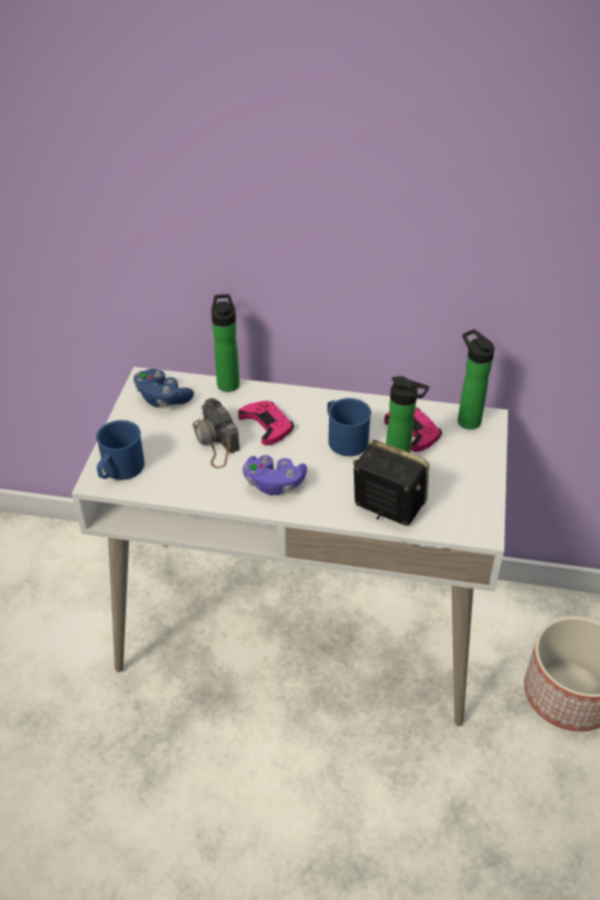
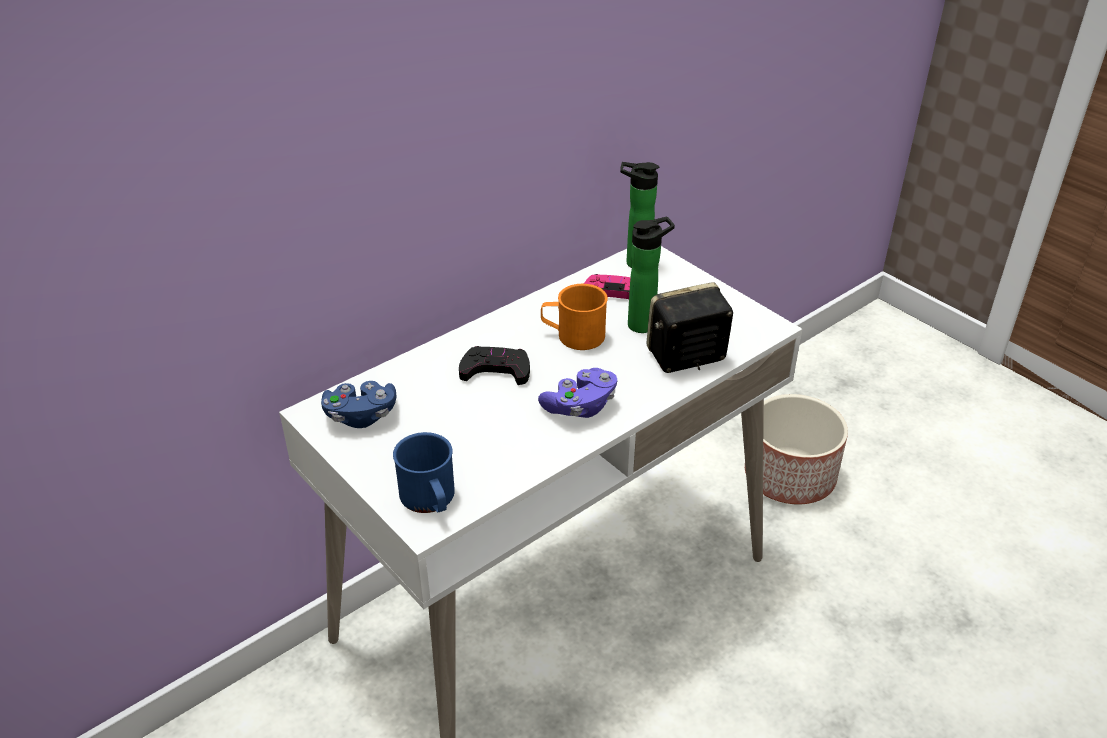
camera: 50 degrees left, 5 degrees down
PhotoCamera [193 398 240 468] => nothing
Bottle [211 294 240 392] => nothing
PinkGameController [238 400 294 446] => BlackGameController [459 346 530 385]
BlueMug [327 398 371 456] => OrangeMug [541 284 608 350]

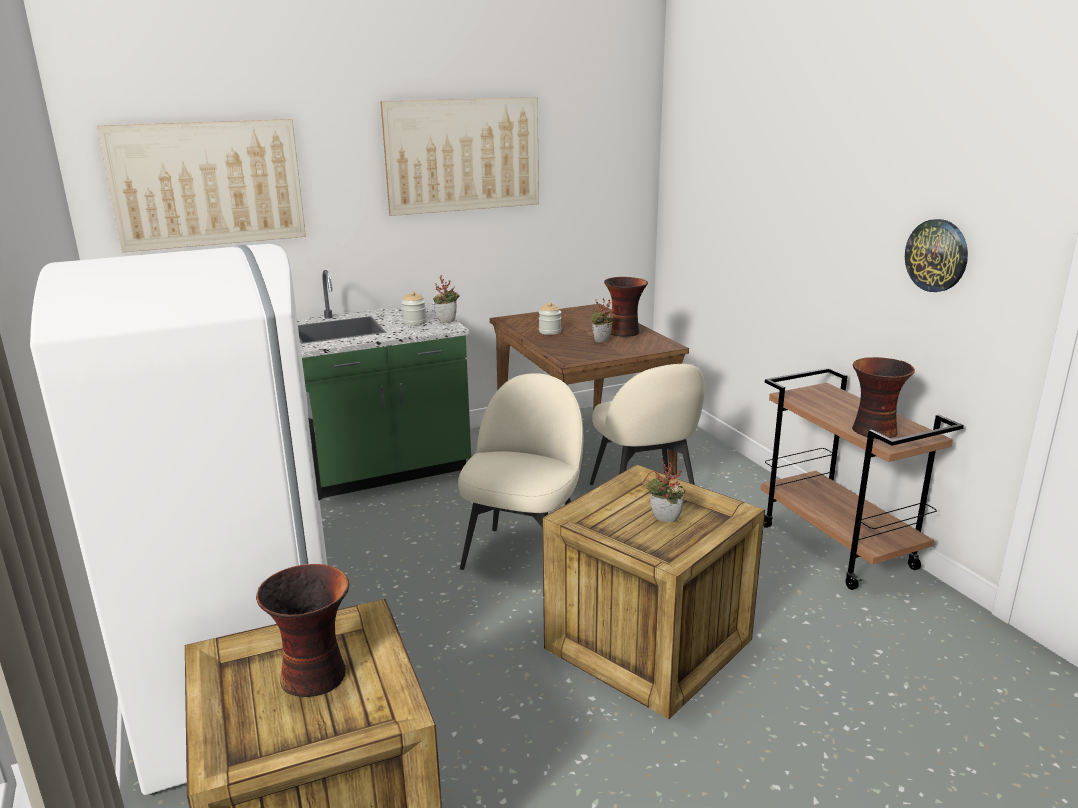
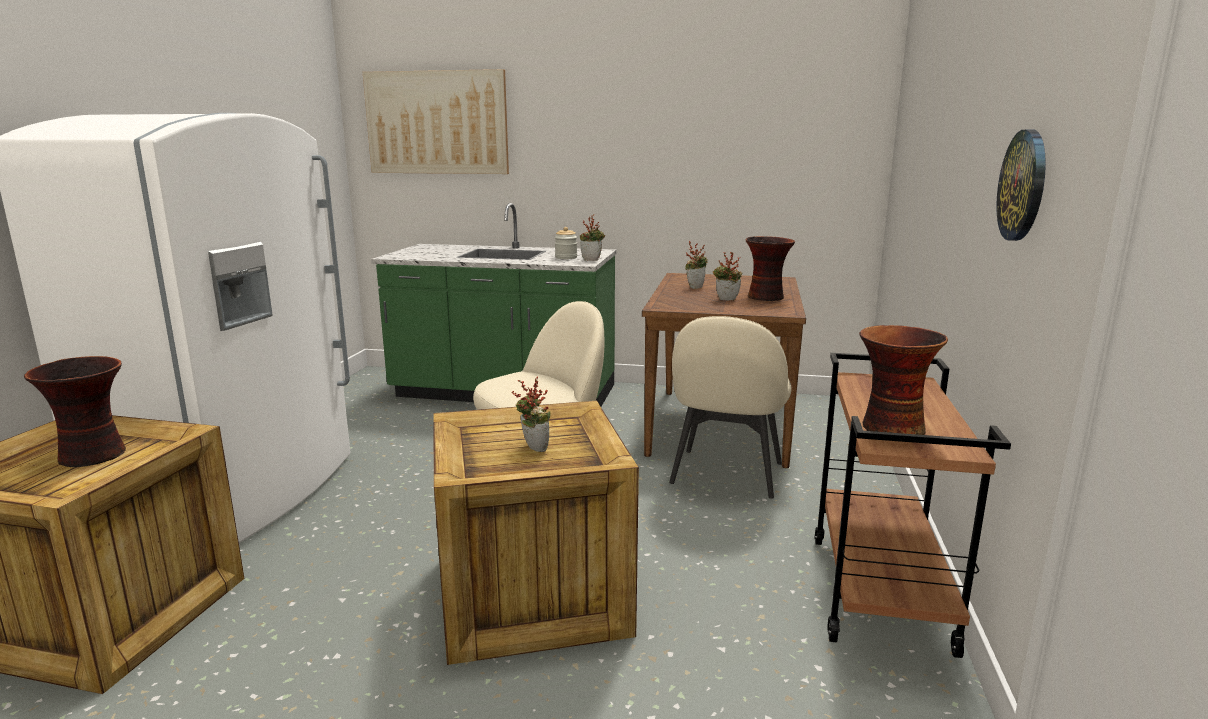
camera: 35 degrees right, 5 degrees down
Picture [381 97 539 216] => nothing
Jar [539 302 561 335] => PottedPlant [685 241 708 289]

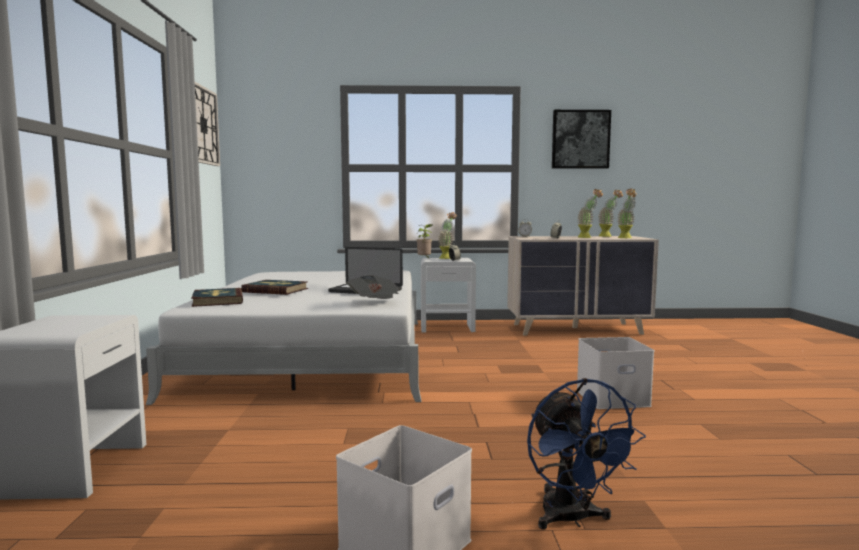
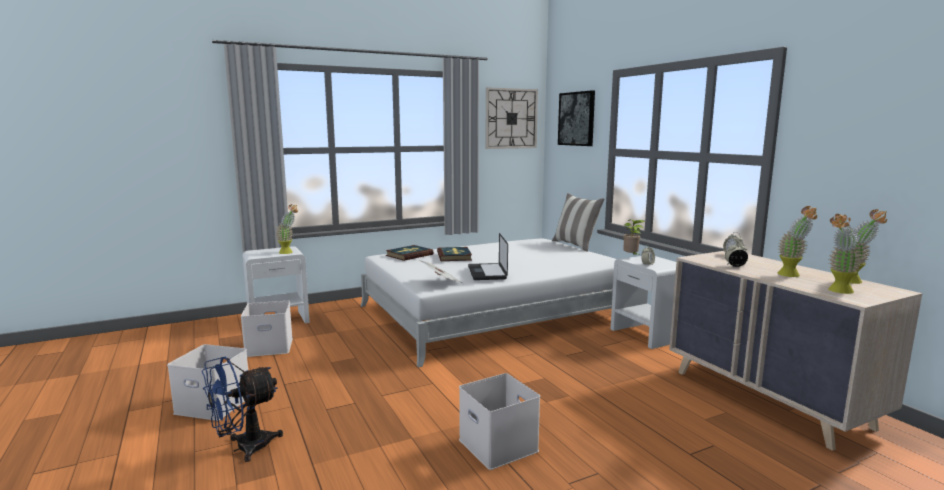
camera: 65 degrees right, 5 degrees up
nothing => WhiteStorageBox [241 301 293 357]
nothing => Pillow [552 193 604 252]
PottedPlant [438 212 457 259] => PottedPlant [276 204 298 254], moved
Picture [552 110 611 169] => Picture [558 90 595 146], moved

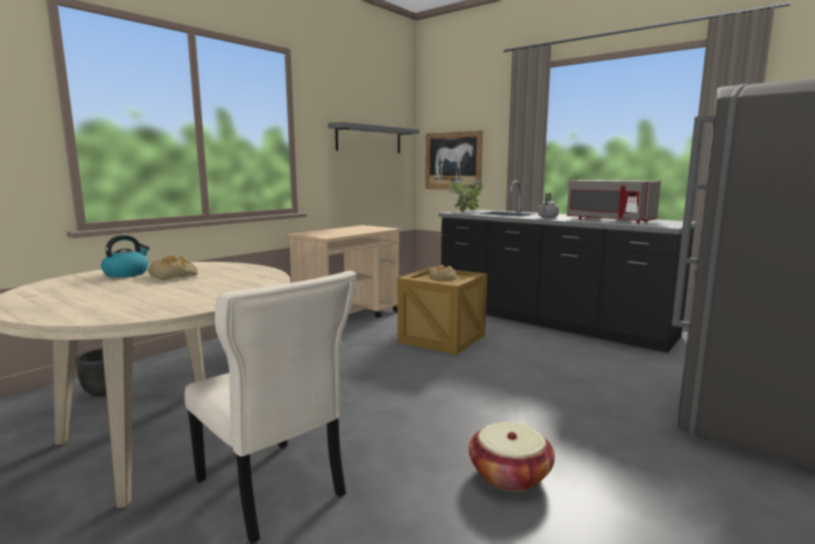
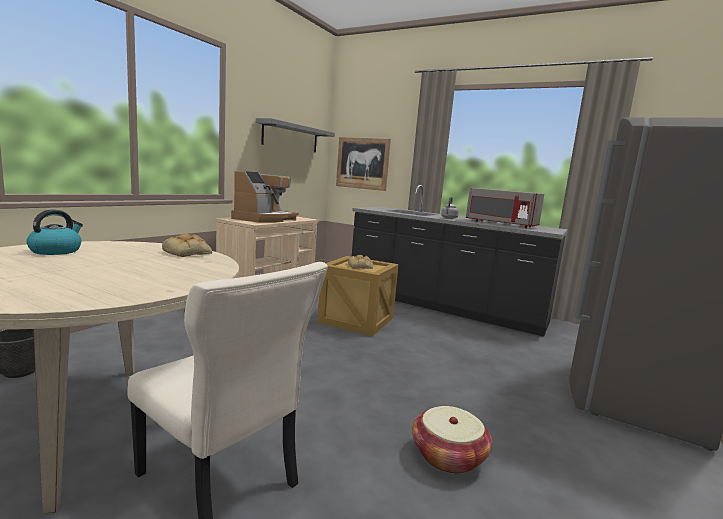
camera: 10 degrees left, 0 degrees up
PottedPlant [448 179 483 212] => nothing
nothing => CoffeeMachine [231 171 299 223]
Bread [148 256 198 280] => Bread [162 234 212 257], moved

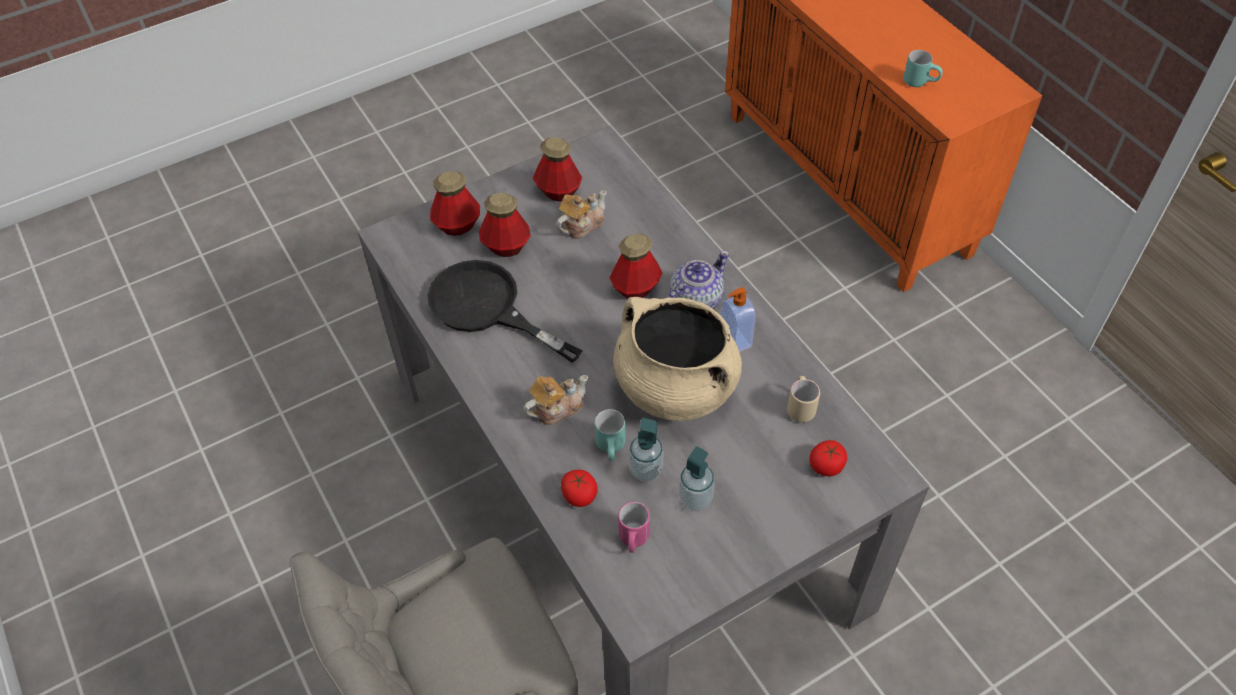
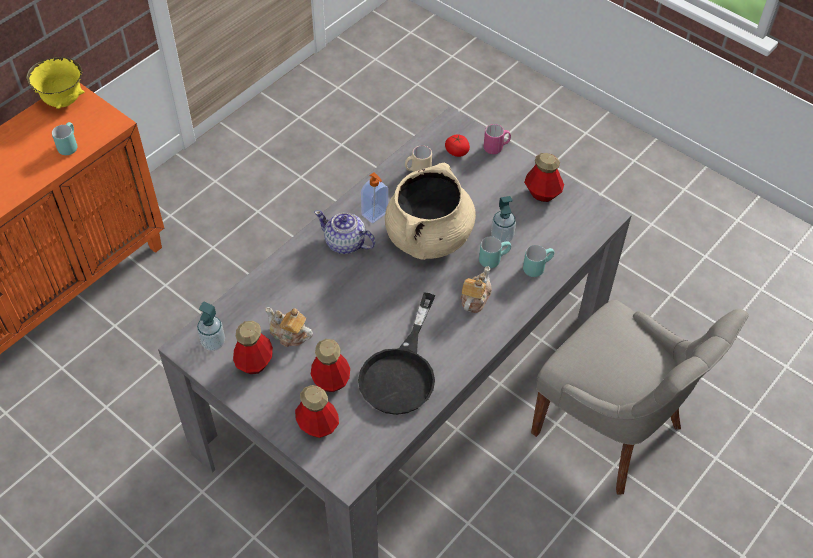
camera: 110 degrees left, 0 degrees up
nothing => YellowBowl [26 57 85 109]
Bottle [610 234 662 299] => Bottle [524 153 564 202], moved
PinkMug [618 502 650 553] => PinkMug [484 124 511 154], moved
SoapDispenser [679 446 715 510] => SoapDispenser [197 302 225 351], moved
Tomato [561 470 598 507] => TurquoiseMug [523 245 554 277]
Teapot [523 375 588 425] => Teapot [460 266 492 313], 75 degrees clockwise

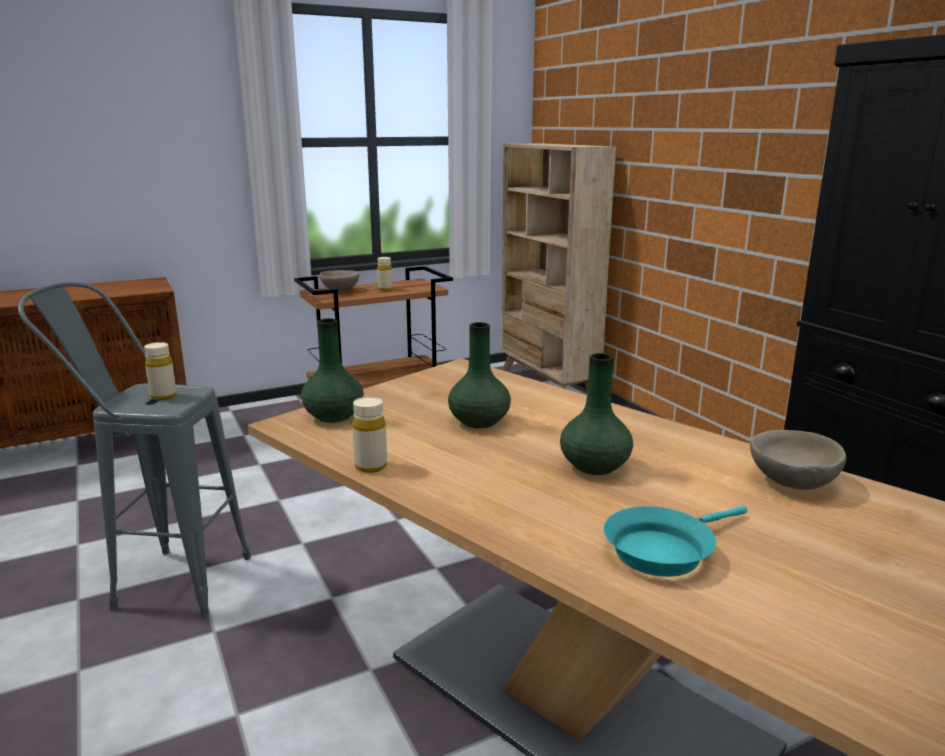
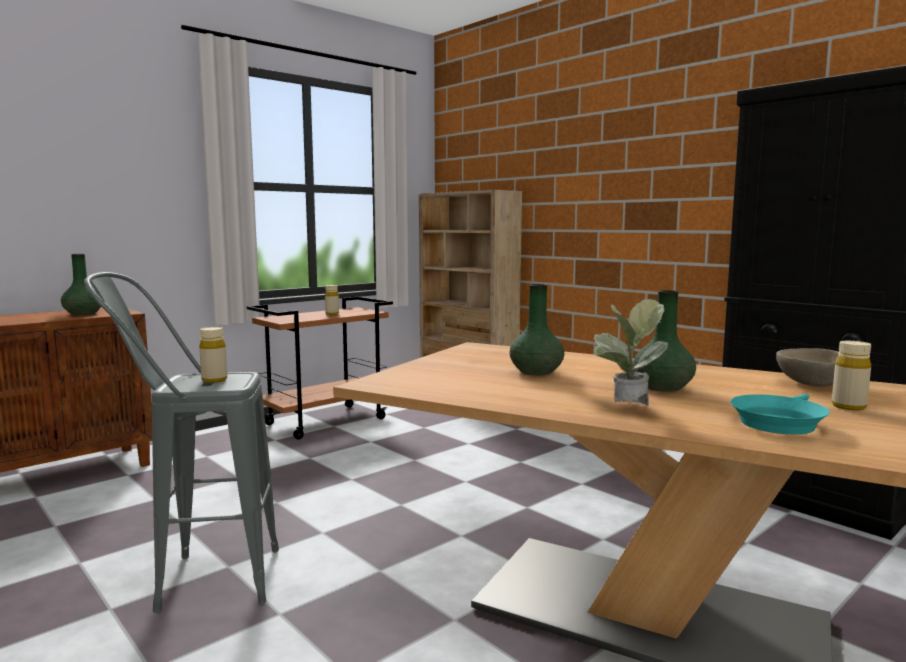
camera: 15 degrees left, 10 degrees down
BeigeBowl [320 270 359 291] => nothing
nothing => PottedPlant [594 299 668 406]
GreenVase [301 318 364 423] => GreenVase [61 254 101 316], moved
BeigeBottle [352 397 387 473] => BeigeBottle [832 341 871 411], moved

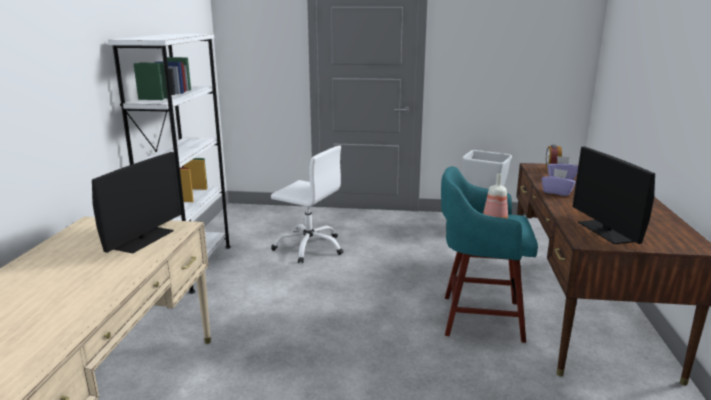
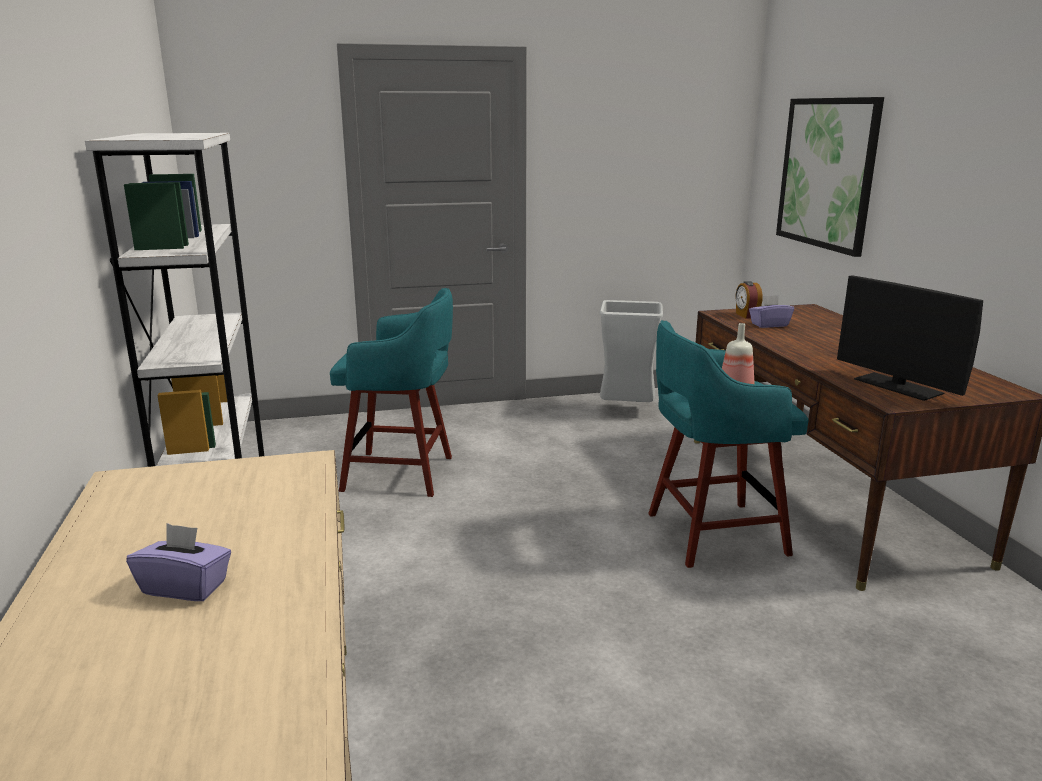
camera: 20 degrees left, 0 degrees up
Monitor [92 152 181 253] => nothing
nothing => Picture [776 97 884 257]
PurpleTissueBox [542 169 576 196] => PurpleTissueBox [126 523 231 601], moved
WhiteOfficeChair [271 146 344 263] => TurquoiseStool [330 288 453 497]

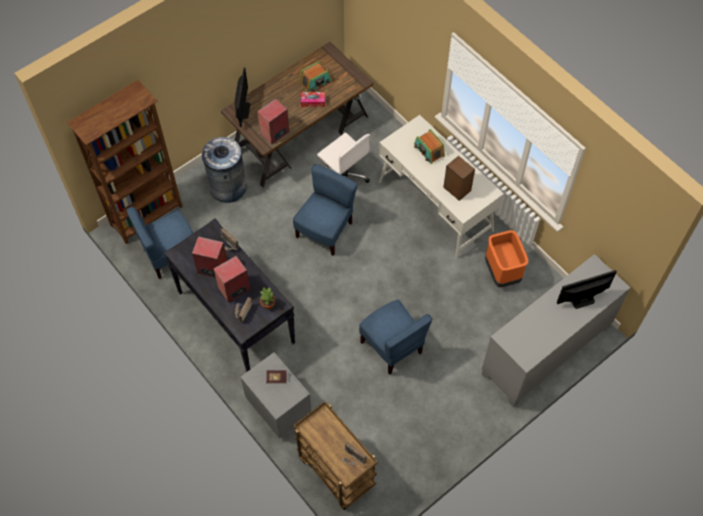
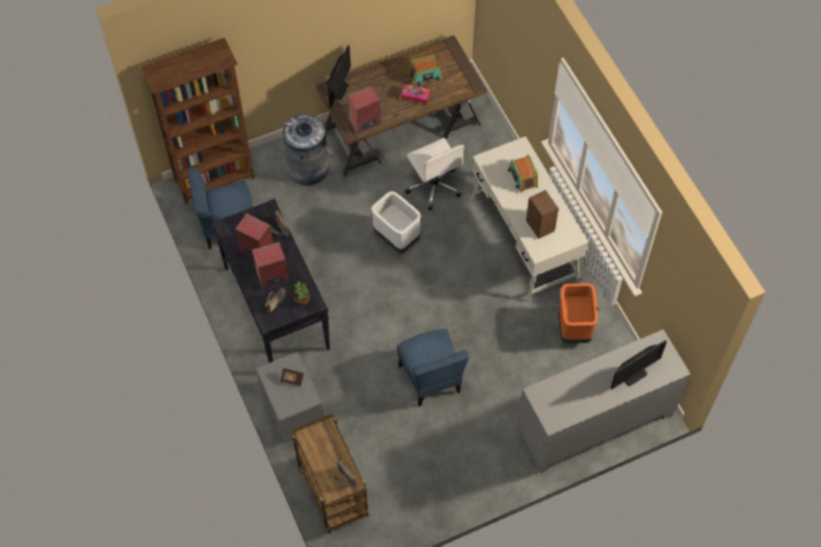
camera: 15 degrees right, 0 degrees up
BlueChair [293 164 358 256] => WhiteTrashCan [371 191 421 253]
Monitor [557 270 617 309] => Monitor [610 340 667 389], 150 degrees clockwise

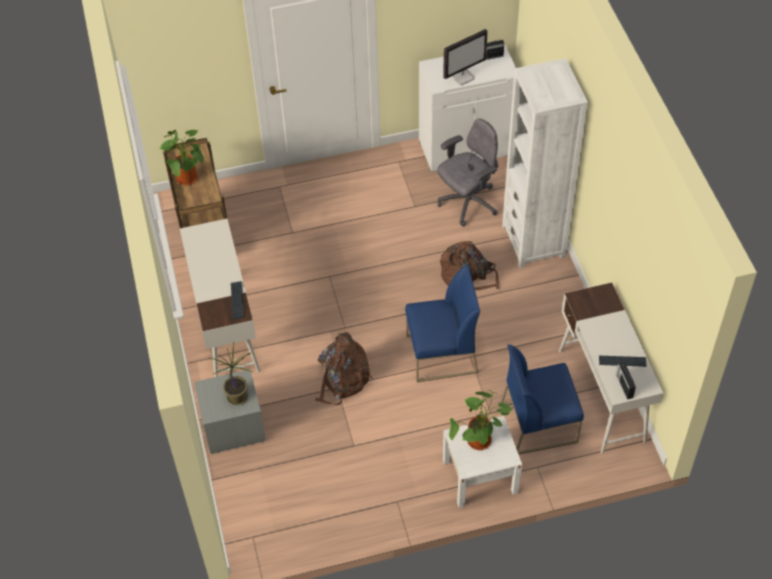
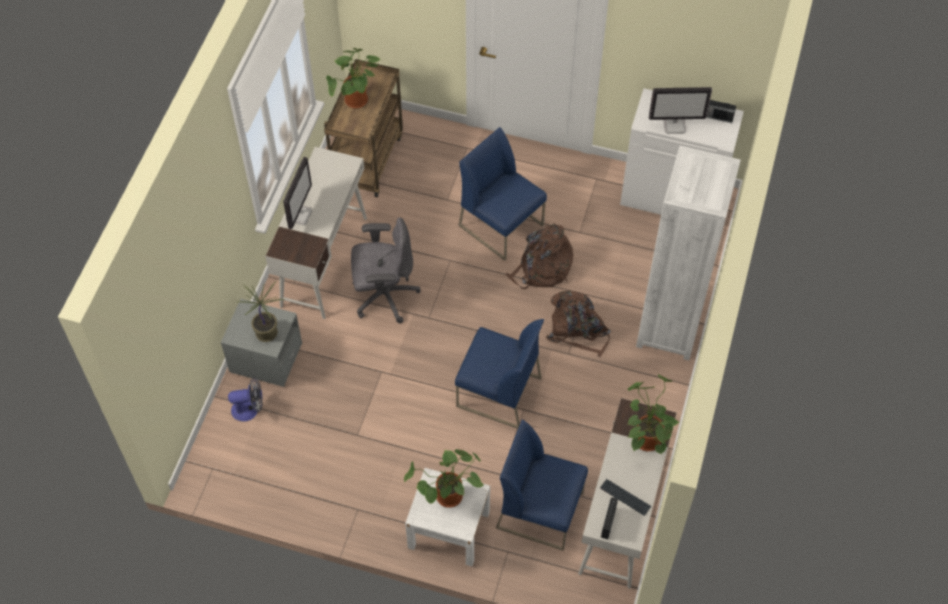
camera: 30 degrees right, 5 degrees up
Keyboard [231 281 244 319] => nothing
nothing => Fan [228 377 262 422]
nothing => Monitor [283 157 312 229]
nothing => BlueChair [459 127 547 261]
nothing => PottedPlant [627 374 680 454]
BrownBackpack [315 332 372 405] => BrownBackpack [505 224 573 289], moved
GreyOfficeChair [437 118 498 226] => GreyOfficeChair [351 217 421 323], moved

